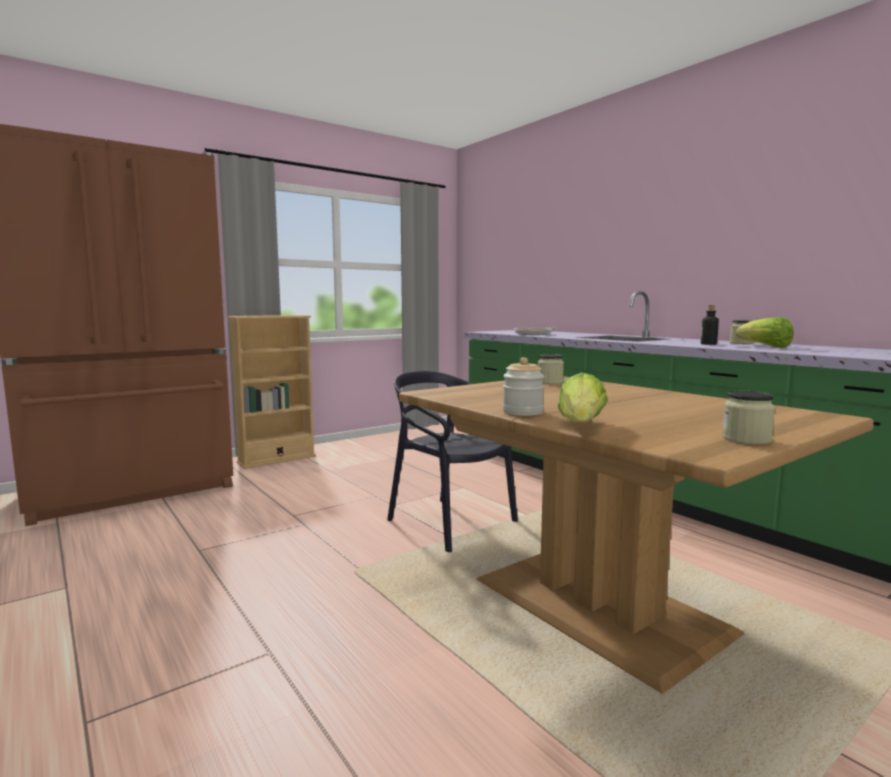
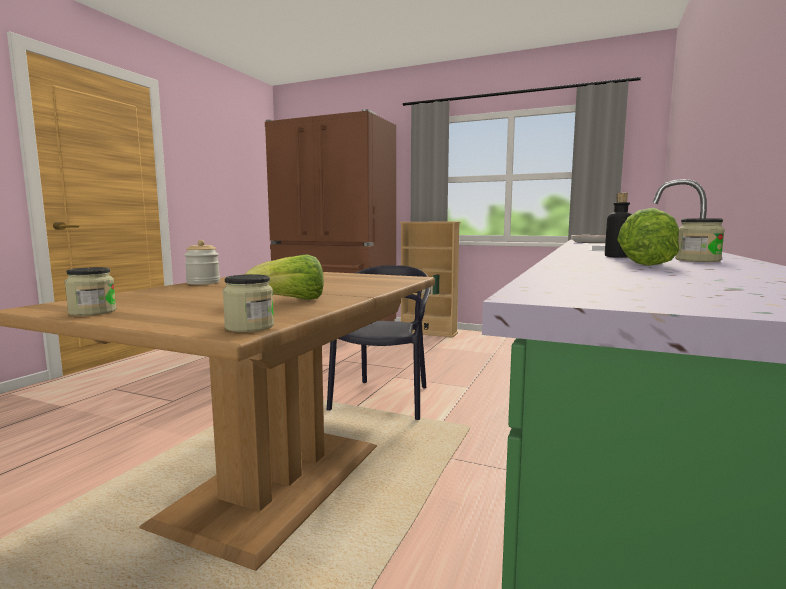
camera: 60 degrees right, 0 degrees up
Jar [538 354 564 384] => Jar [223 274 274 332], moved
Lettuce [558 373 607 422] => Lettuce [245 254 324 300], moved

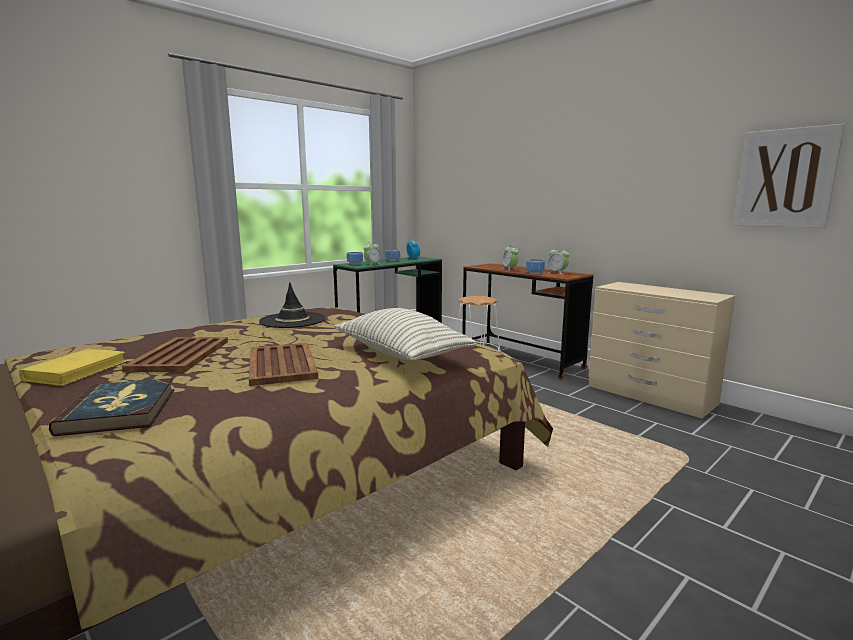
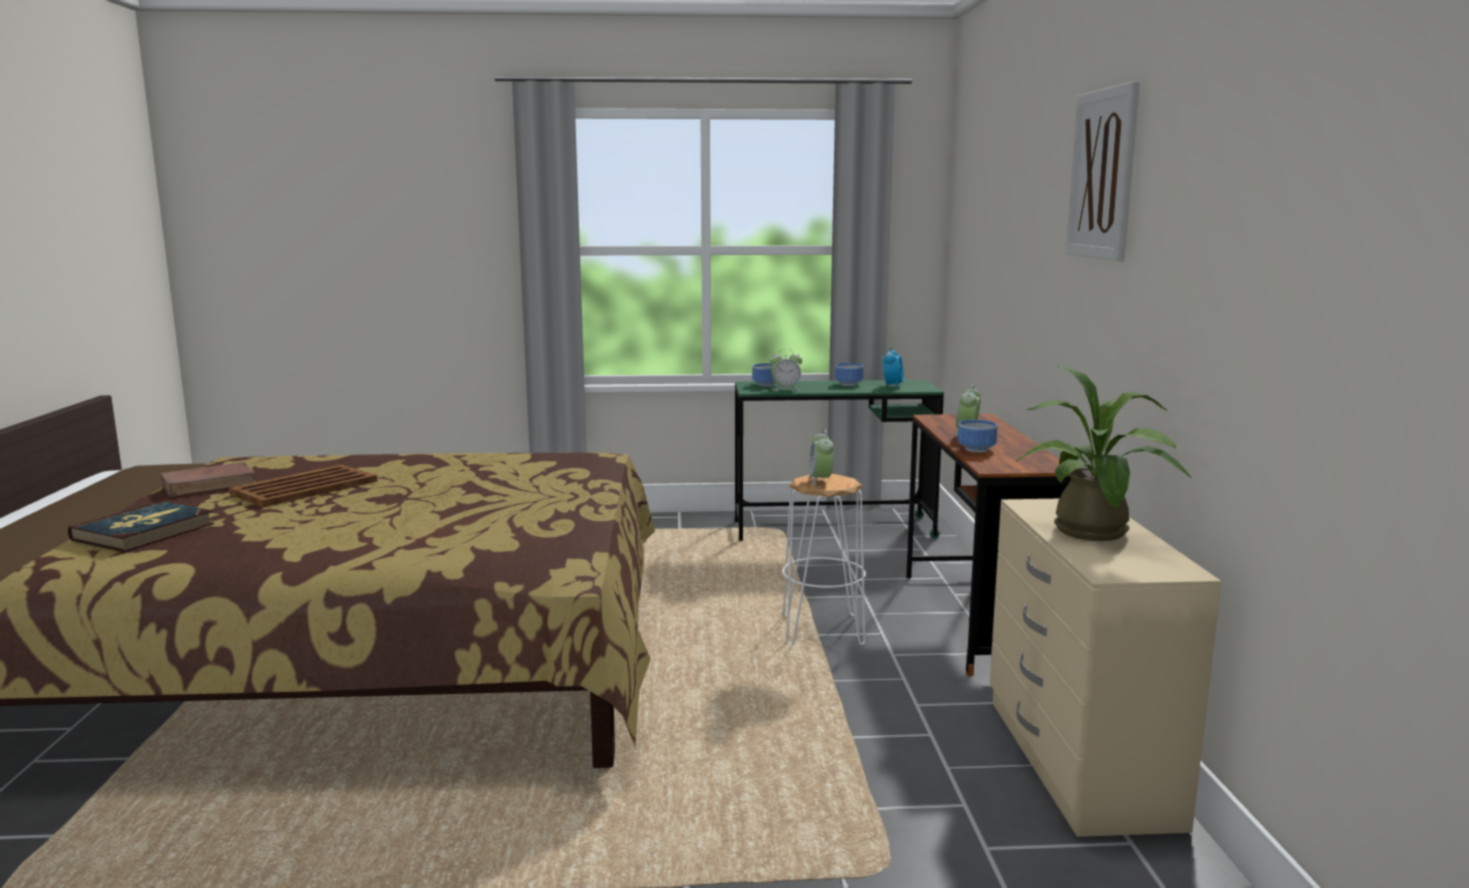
camera: 40 degrees right, 0 degrees up
BrownTray [249 343 318 386] => nothing
BlackHat [259 282 326 328] => nothing
Pillow [334 308 477 360] => nothing
nothing => PottedPlant [1016 365 1192 541]
AlarmClock [548 247 569 275] => AlarmClock [808 429 834 486], moved
Picture [733 124 845 228] => Picture [1066 81 1140 261], moved
YellowBook [19 349 128 386] => BrownBook [161 462 256 497]

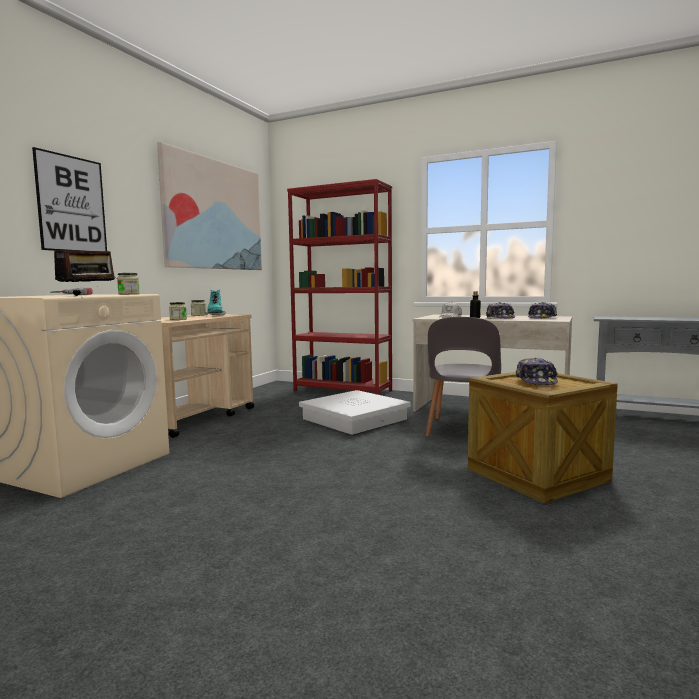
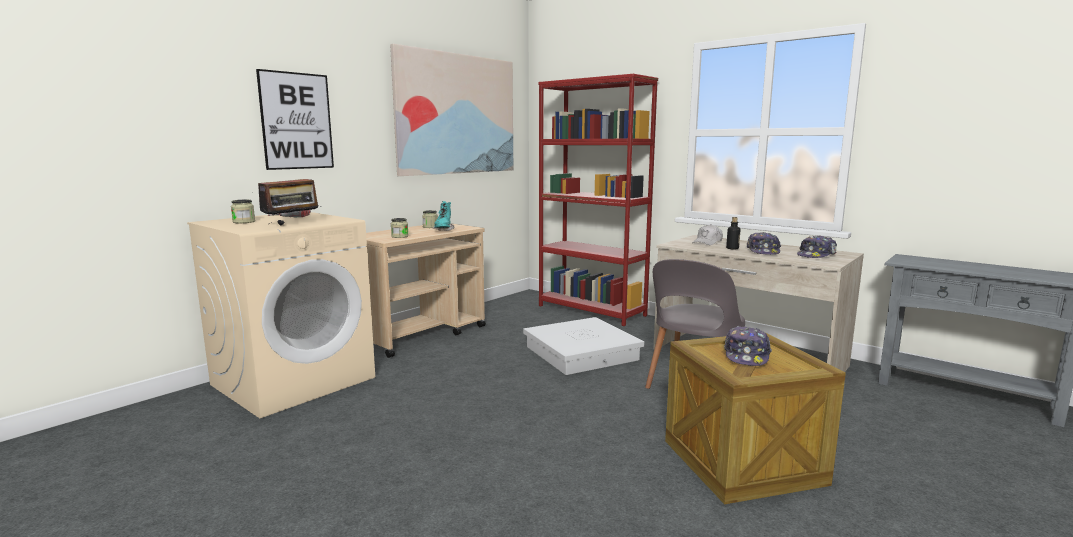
camera: 15 degrees right, 5 degrees up
Jar [117 273 140 295] => Jar [231 200 255 223], moved

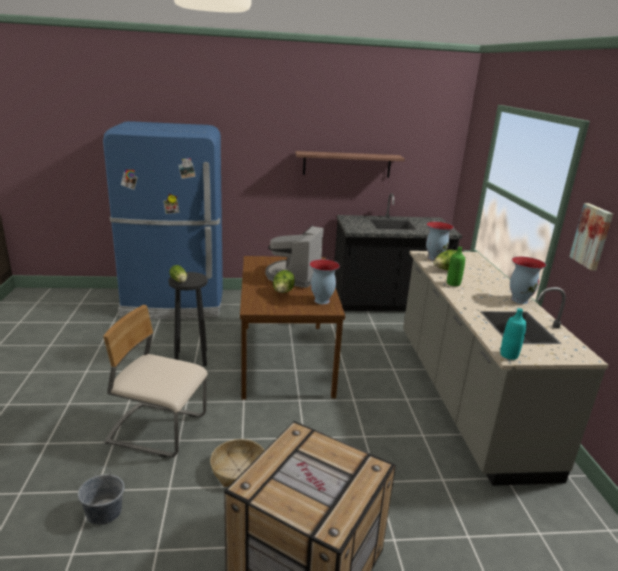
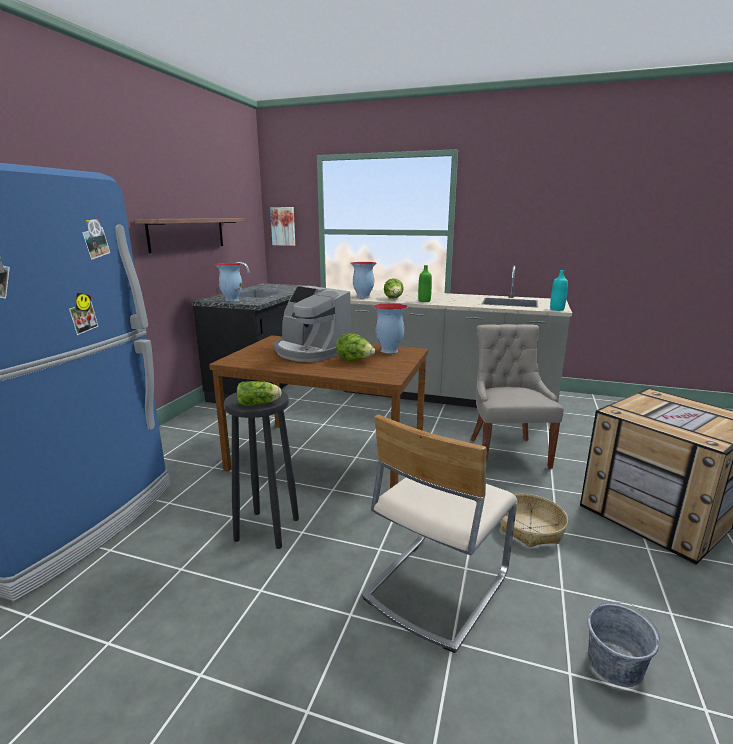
camera: 65 degrees left, 5 degrees down
nothing => GreyChair [471 324 564 469]
Vase [510 257 546 304] => Vase [215 263 243 302], moved
Picture [569 203 613 271] => Picture [270 207 295 246], moved

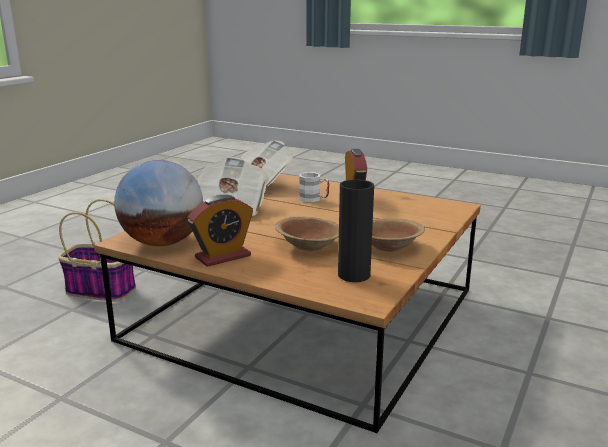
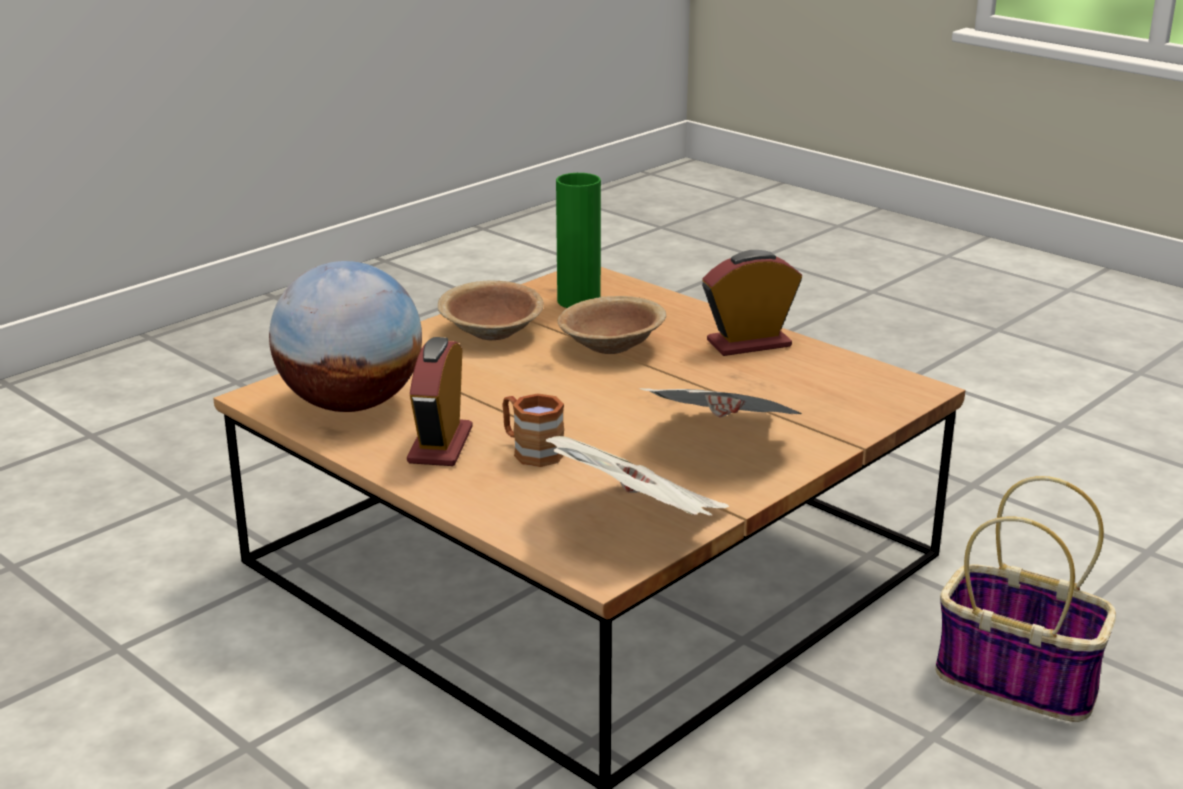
camera: 165 degrees left, 5 degrees up
Globe [114 160 203 246] => Globe [269 261 422 412], moved
WhiteMug [299 172 330 202] => BrownMug [502 393 564 467]
BlackVase [338 179 374 282] => GreenVase [556 173 601 308]

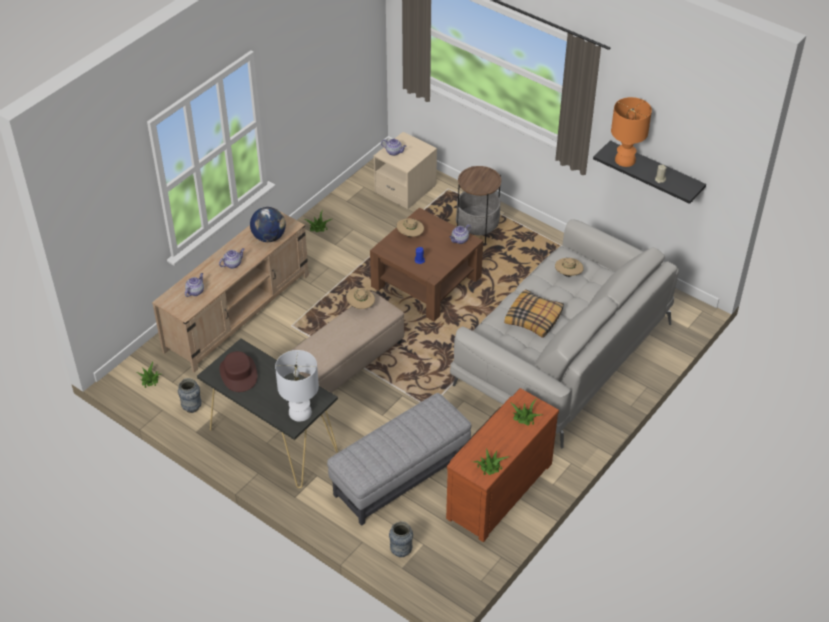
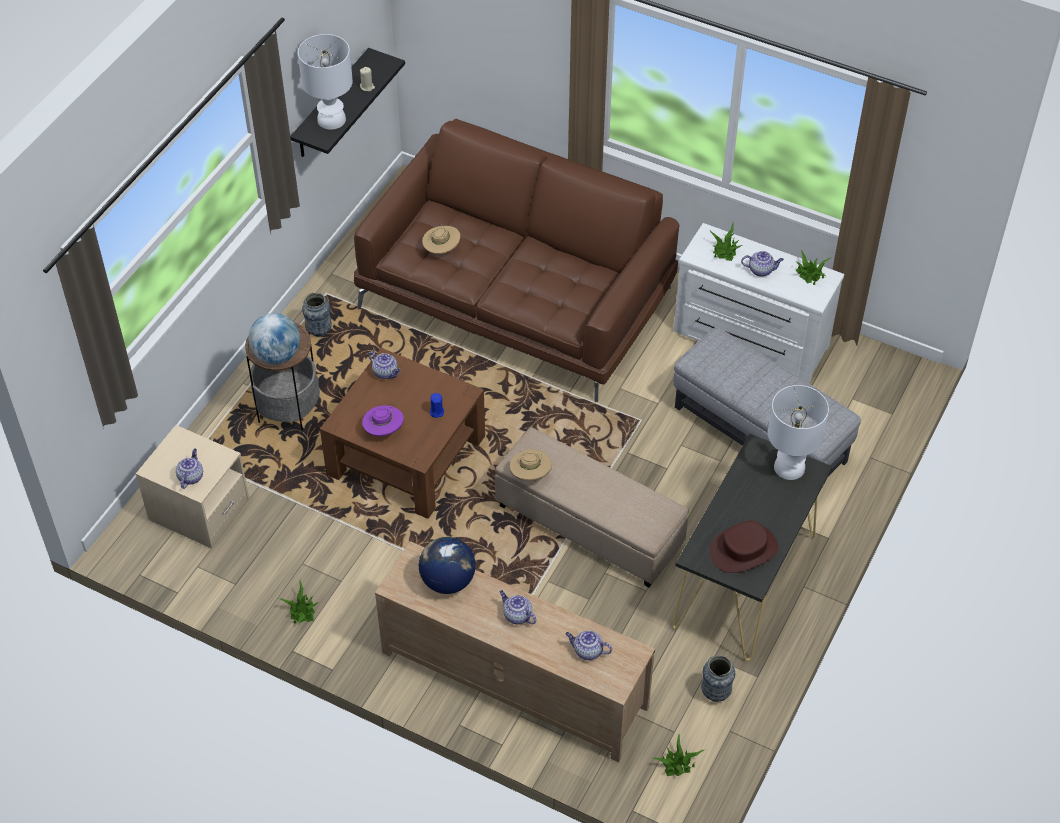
camera: 100 degrees left, 5 degrees up
Pillow [504 289 564 338] => nothing
nothing => Globe [248 313 300 364]
nothing => Teapot [741 251 784 277]
Vase [389 521 413 557] => Vase [302 293 332 337], moved
BeigeHat [396 218 424 237] => PurpleHat [362 405 404 436]
BrownDresser [446 388 559 542] => WhiteDresser [674 223 844 383]
GreySofa [450 219 679 448] => BrownSofa [354 119 680 402]
OrangeTableLamp [611 97 652 167] => WhiteTableLamp [298 34 353 130]

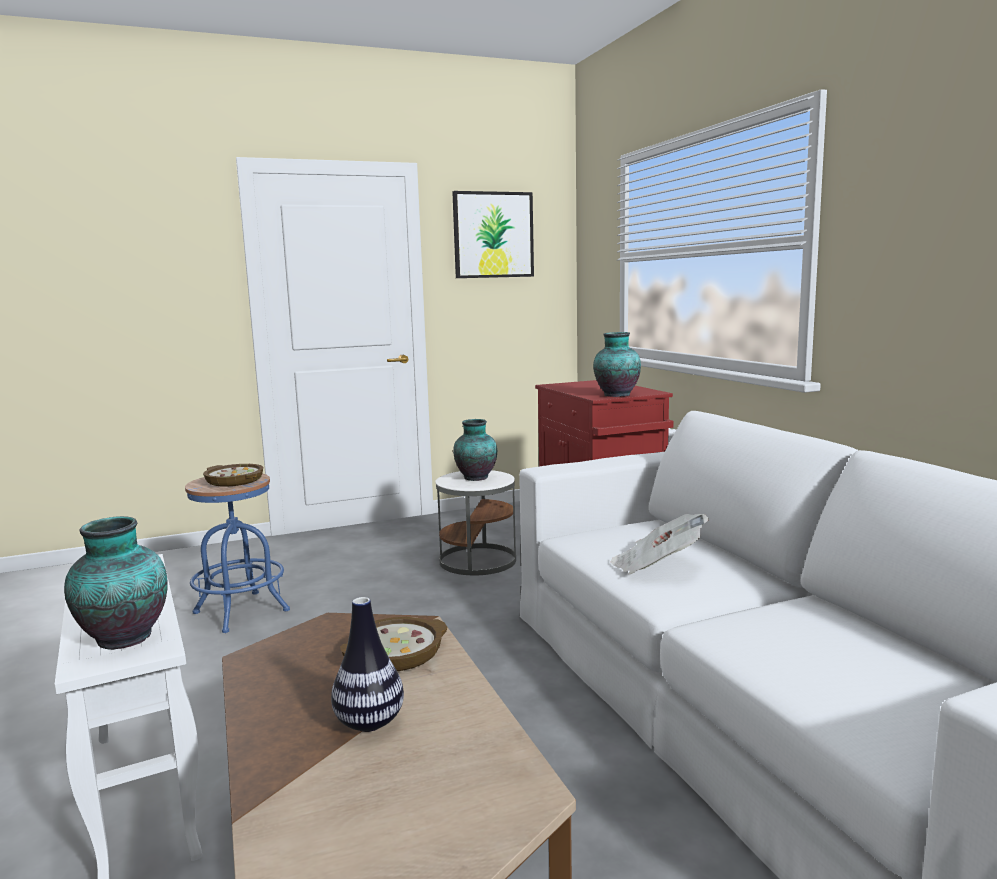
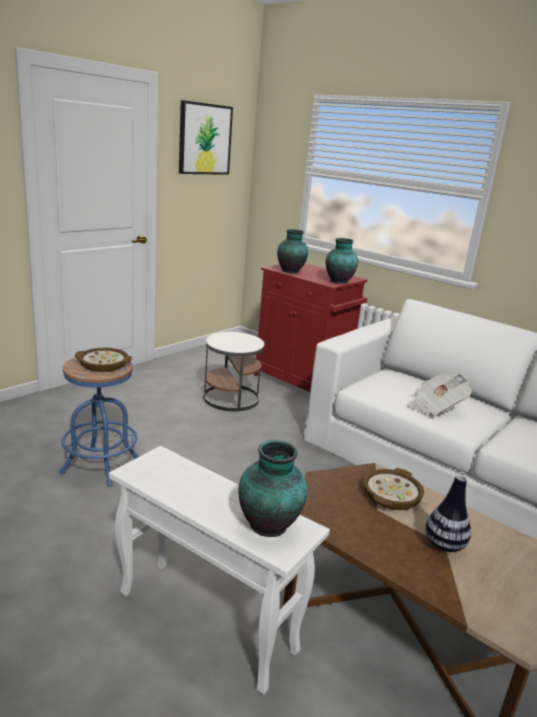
camera: 30 degrees left, 10 degrees up
Vase [453 419 497 481] => Vase [277 229 308 273], moved

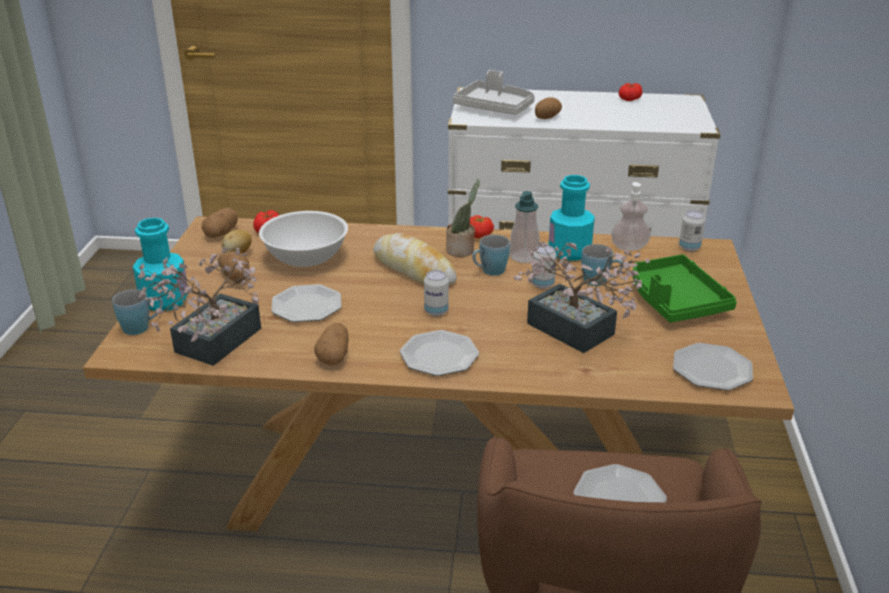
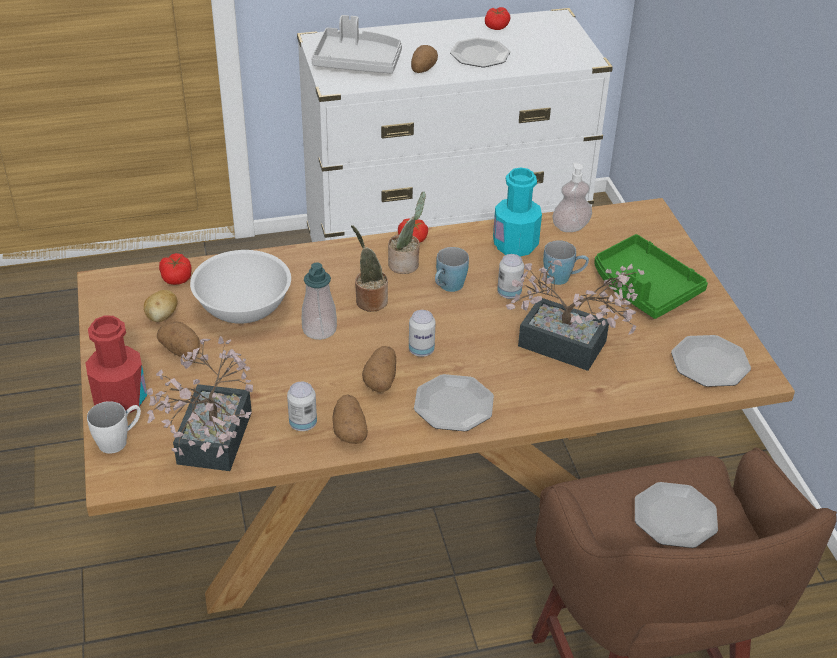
camera: 20 degrees left, 10 degrees up
Potato [202 208 238 238] => Potato [362 346 396 393], moved
Plate [271 284 342 322] => Plate [450 38 510 67], moved
SoapDispenser [509 191 540 263] => SoapDispenser [302 262 337 340], moved
Can [679 210 705 252] => Can [287 382 317 431], moved
Bread [373 233 457 285] => PottedPlant [351 225 388 312]
BlueMug [112 289 163 335] => WhiteMug [87 401 141 454]
TurquoiseBottle [133 218 188 311] => RedBottle [86 316 147 413]

